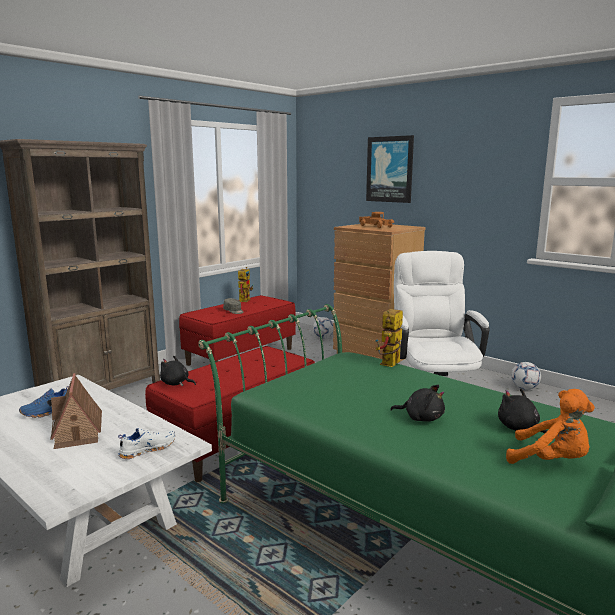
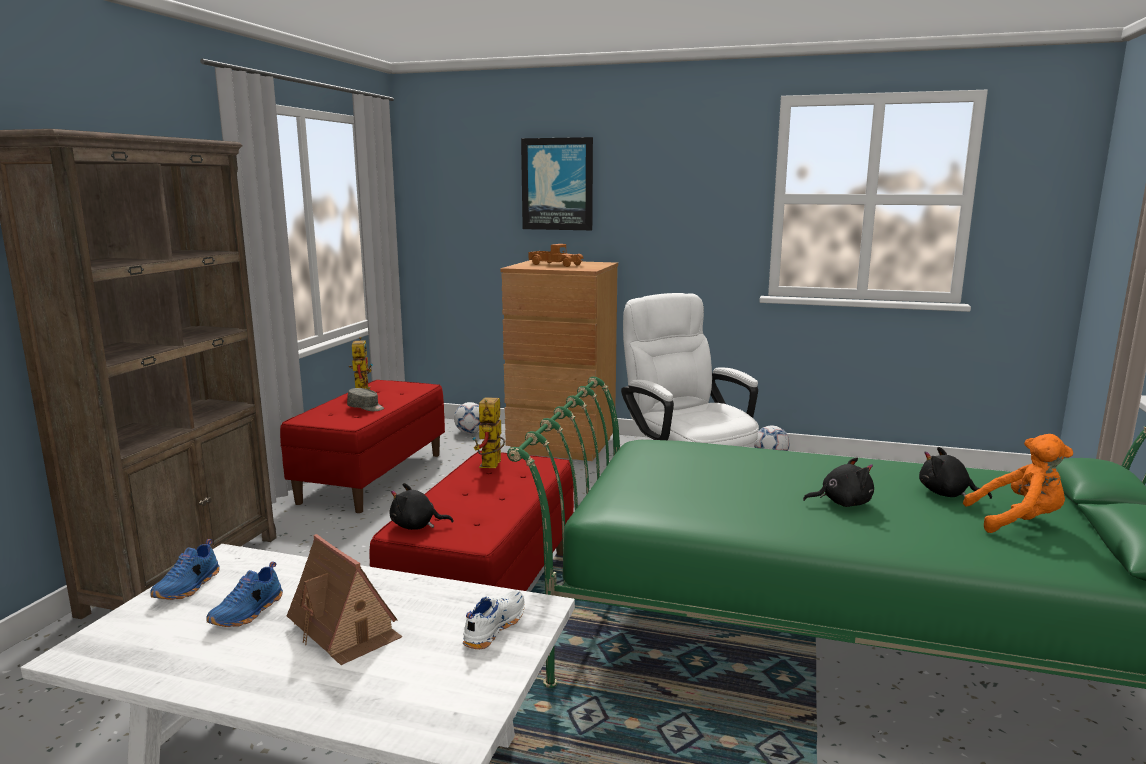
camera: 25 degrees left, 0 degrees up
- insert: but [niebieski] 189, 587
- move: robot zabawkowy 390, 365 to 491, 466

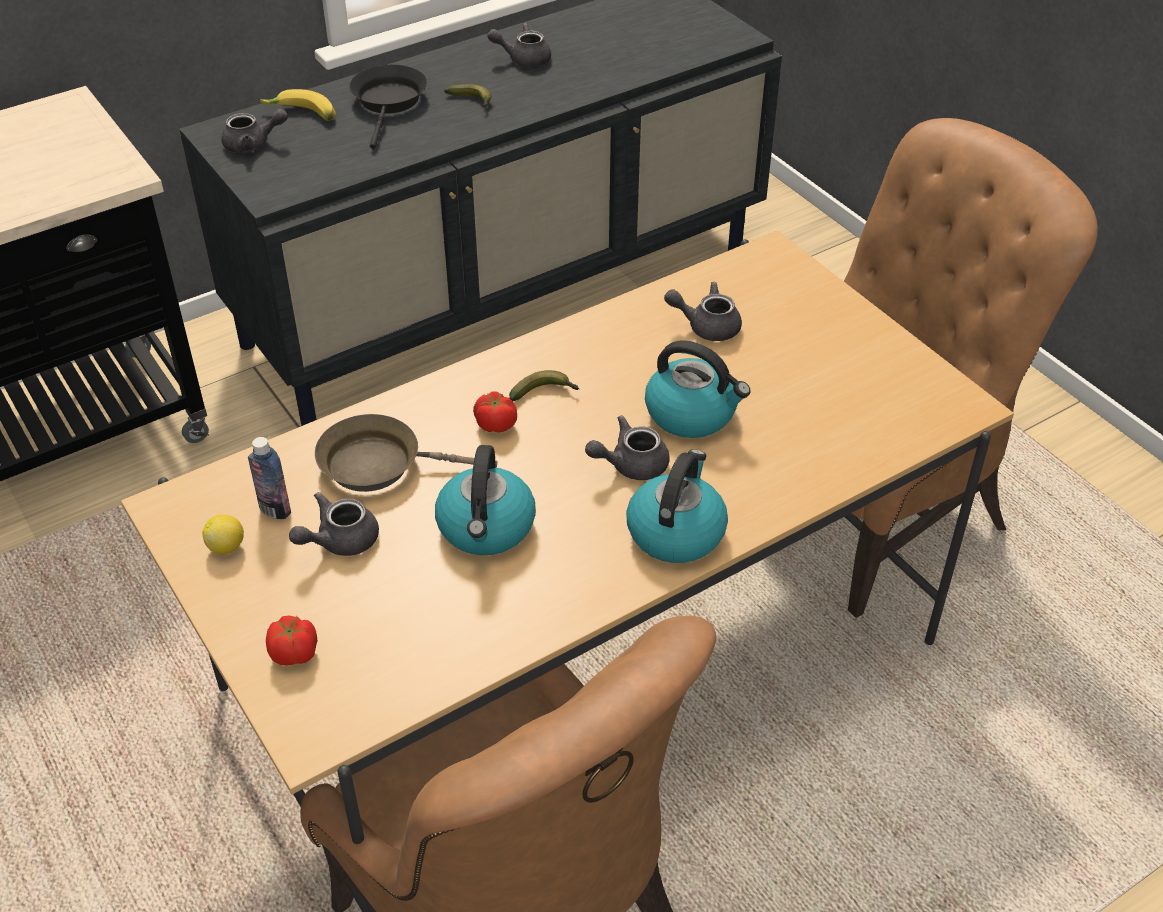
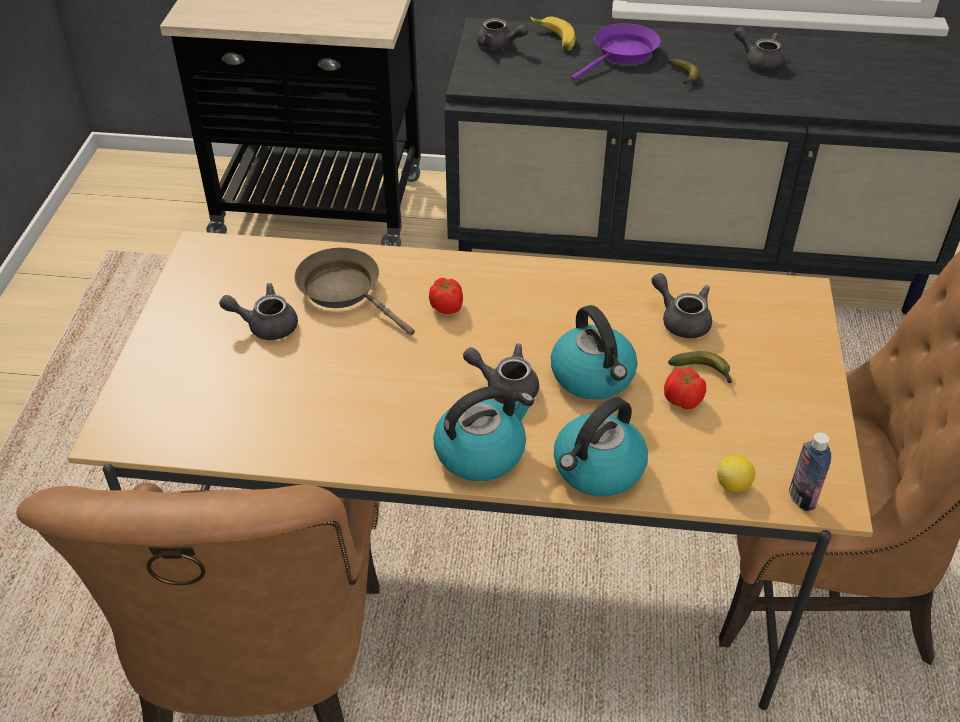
camera: 40 degrees right, 0 degrees up
- move: cytryna 227, 547 to 733, 485
- move: butelka 275, 510 to 802, 498
- move: pomidor 295, 654 to 683, 400
- move: czajnik 486, 528 to 597, 469
- move: banan 545, 392 to 704, 372
- recolor: patelnia [czarny] 389, 103 to patelnia [fioletowy] 622, 54

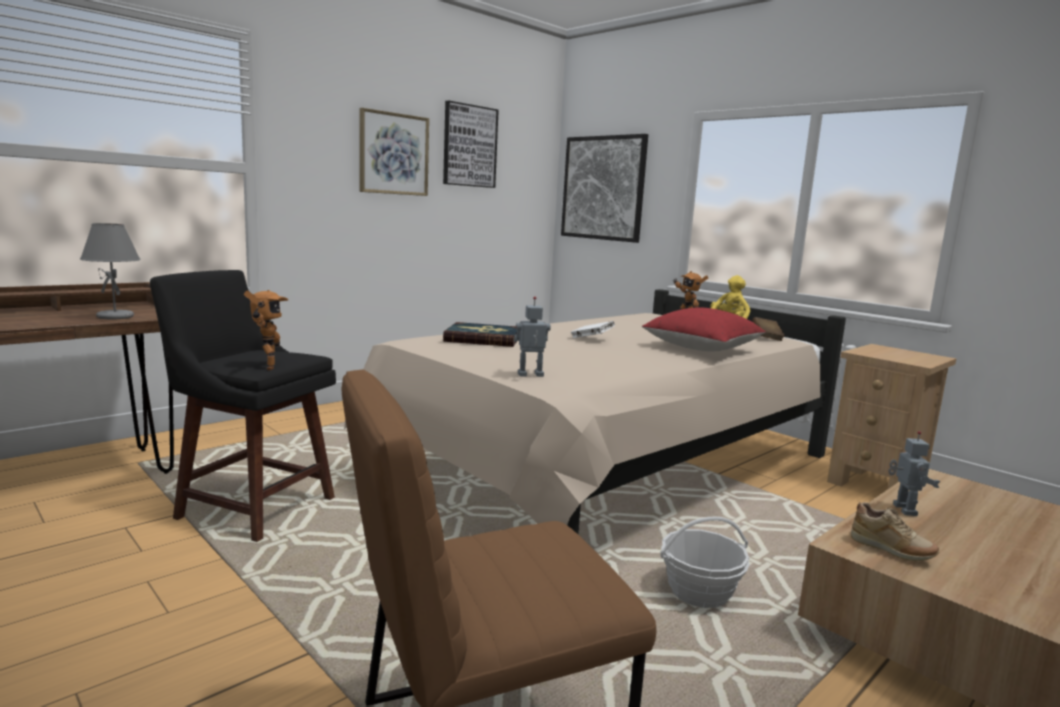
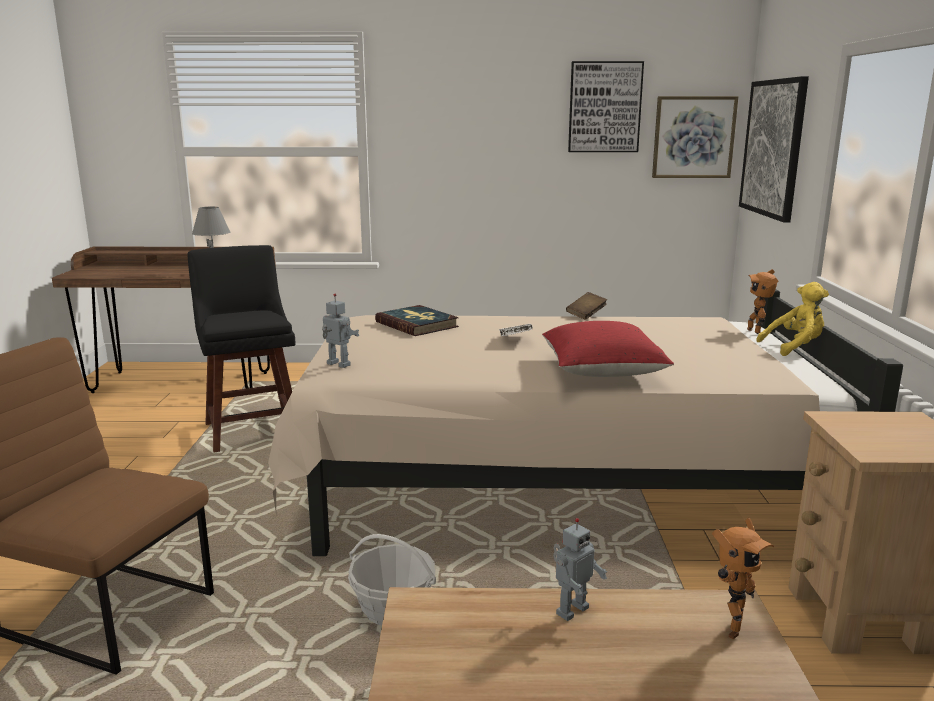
camera: 45 degrees right, 5 degrees up
- delete: but [beżowy] 891, 551
- move: robot zabawkowy 266, 367 to 729, 627
- move: obraz 394, 154 to 693, 137
- move: książka [brązowy] 767, 337 to 586, 315

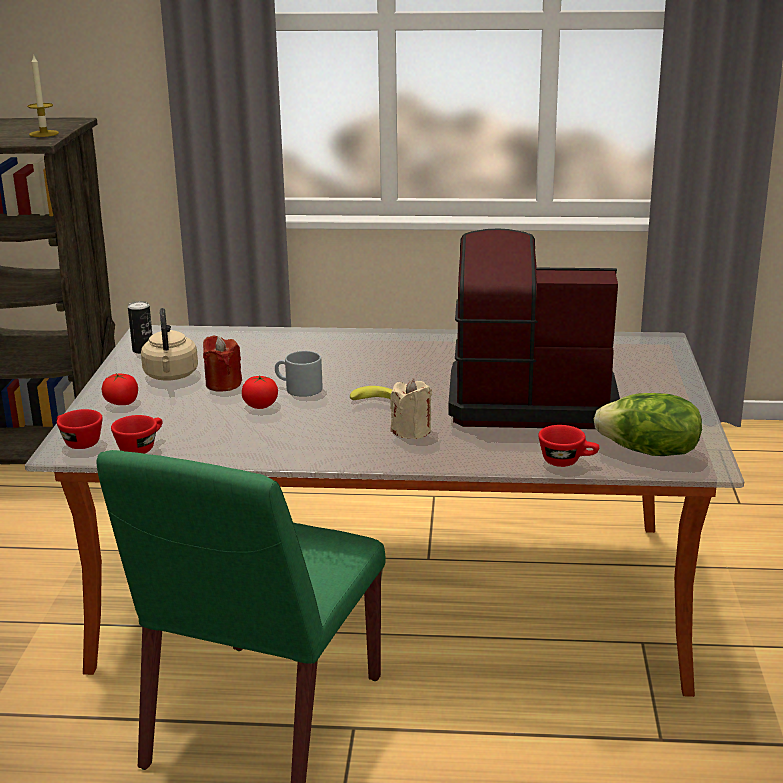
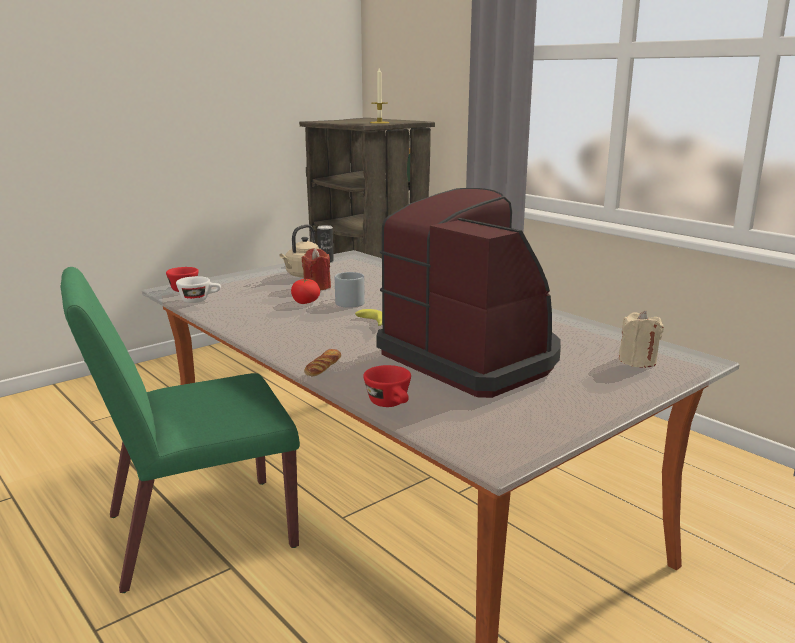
camera: 45 degrees right, 5 degrees down
- delete: pomidor 122, 403
- delete: sałata 649, 452
- insert: chleb 323, 367
- move: świeca [beżowy] 411, 431 to 637, 361
- recolor: filiżanka [czerwony] 141, 447 to filiżanka [biały] 200, 300

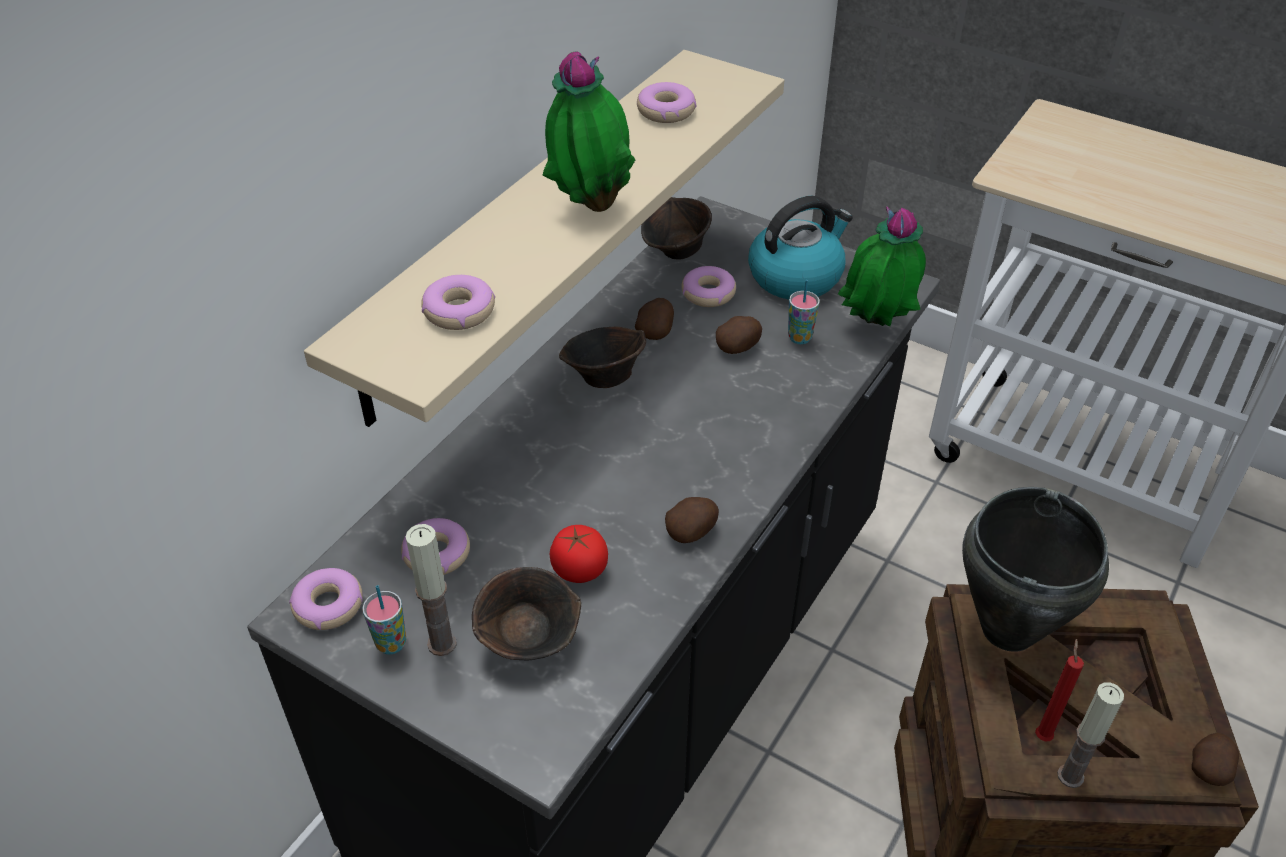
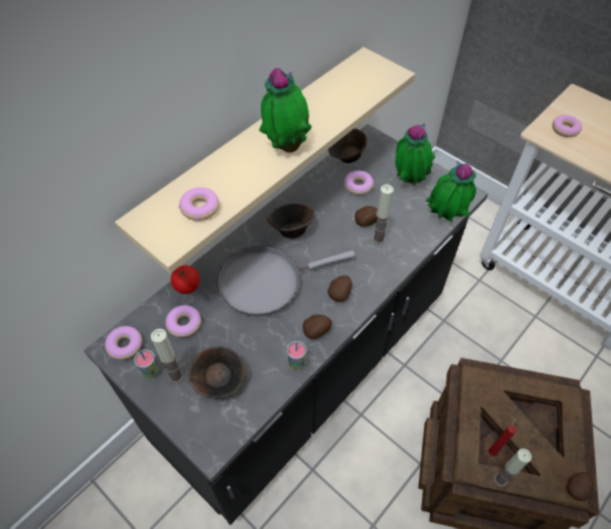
camera: 10 degrees right, 10 degrees up
- delete: garnek [czarny] 1007, 630
- insert: patelnia [szary] 266, 282
- insert: świeca 378, 239
- move: pomidor 579, 569 to 187, 286
- move: ziemniak 656, 332 to 340, 293
- move: donut 666, 111 to 565, 129
- move: filiżanka 799, 338 to 296, 364
- replace: czajnik 796, 276 to roślina doniczkowa 408, 181

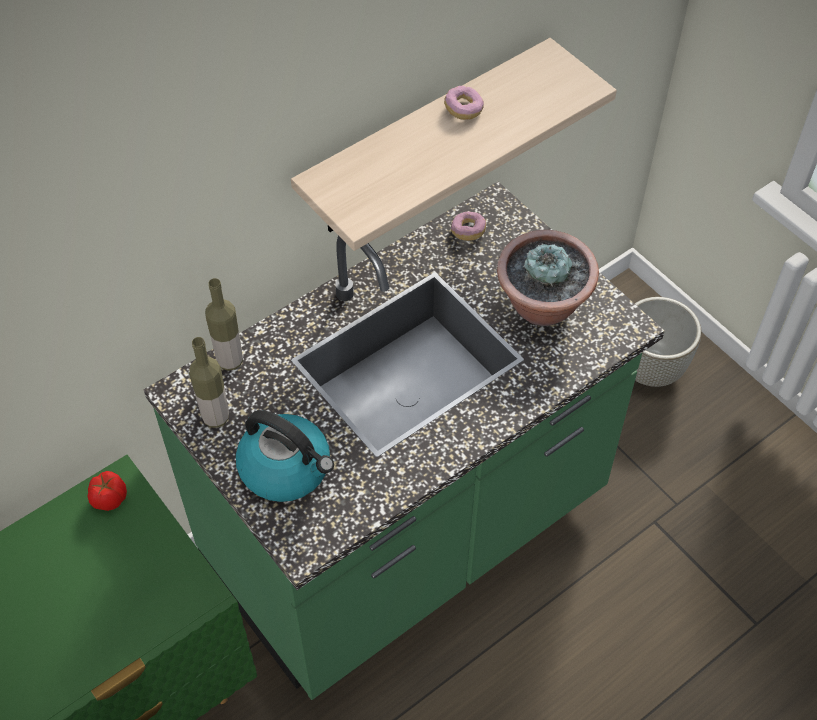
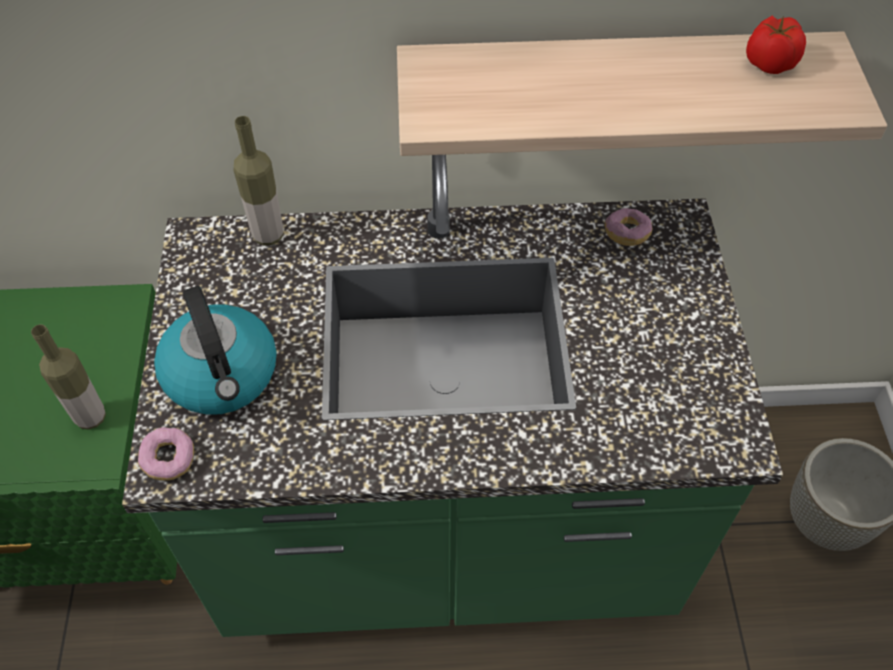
camera: 35 degrees right, 0 degrees up
- delete: roślina doniczkowa 542, 307
- move: pomidor 109, 499 to 768, 63
- move: butelka 216, 417 to 90, 417
- move: donut 463, 109 to 169, 460

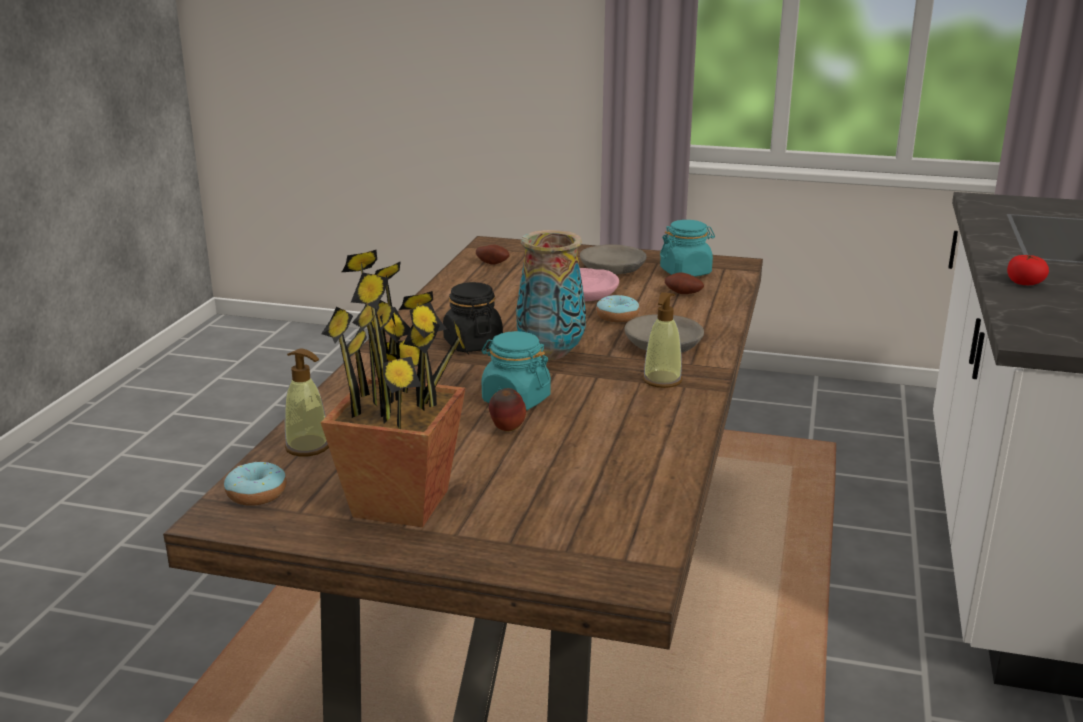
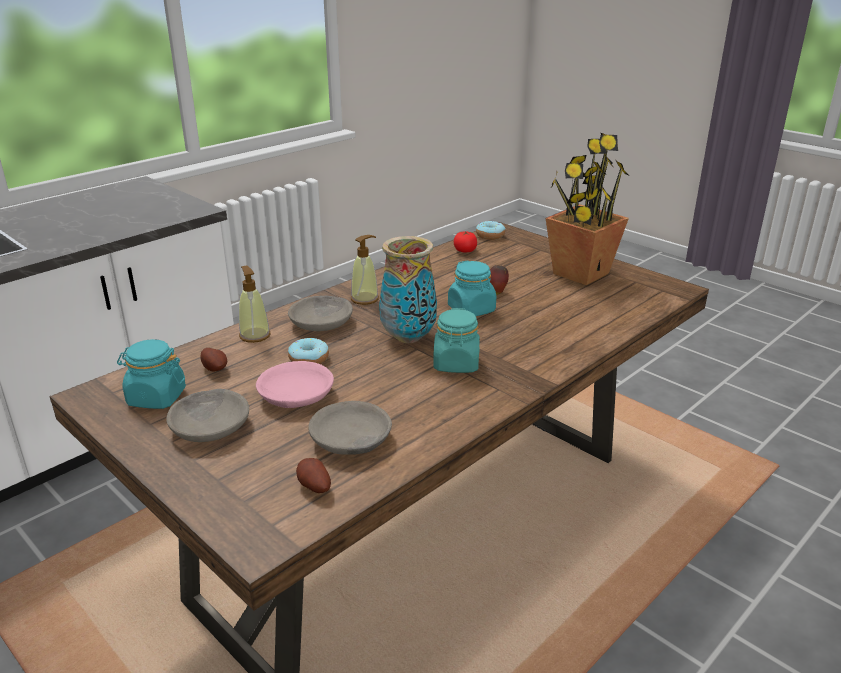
camera: 150 degrees left, 5 degrees up
- insert: miska [szary] 351, 440
- move: donut 256, 494 to 490, 235
- move: dozownik mydła 308, 447 to 254, 335
- move: pomidor 1024, 282 to 465, 250
- recolor: słoik [czarny] 472, 344 to słoik [turkusowy] 456, 364

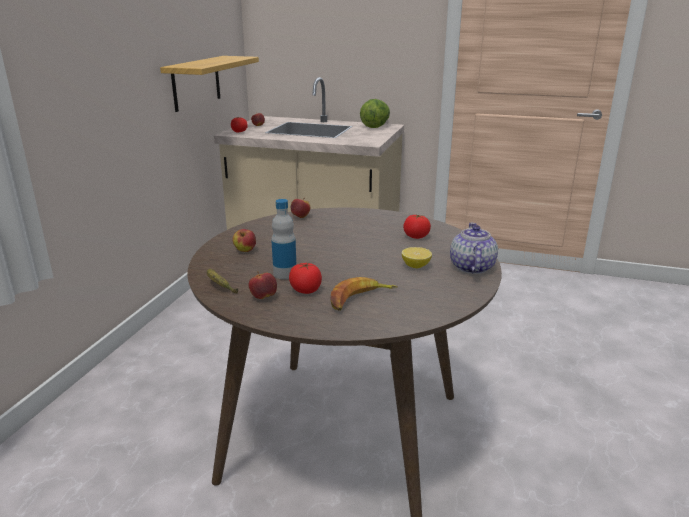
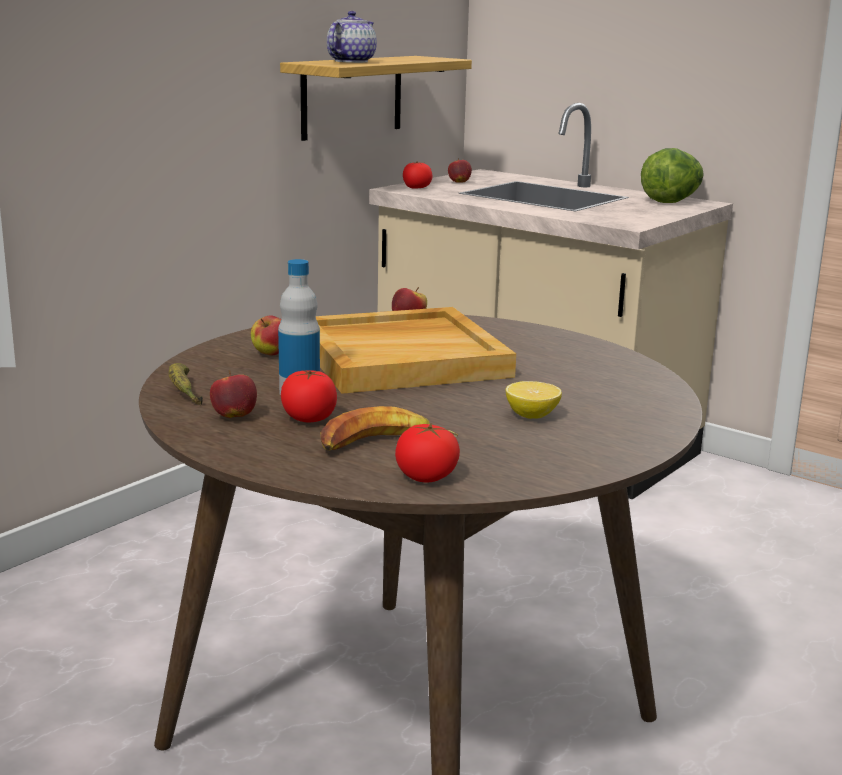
camera: 20 degrees right, 5 degrees down
- insert: taca [beżowy] 402, 357
- move: pomidor 416, 236 to 426, 477
- move: imbryk 471, 267 to 350, 61

